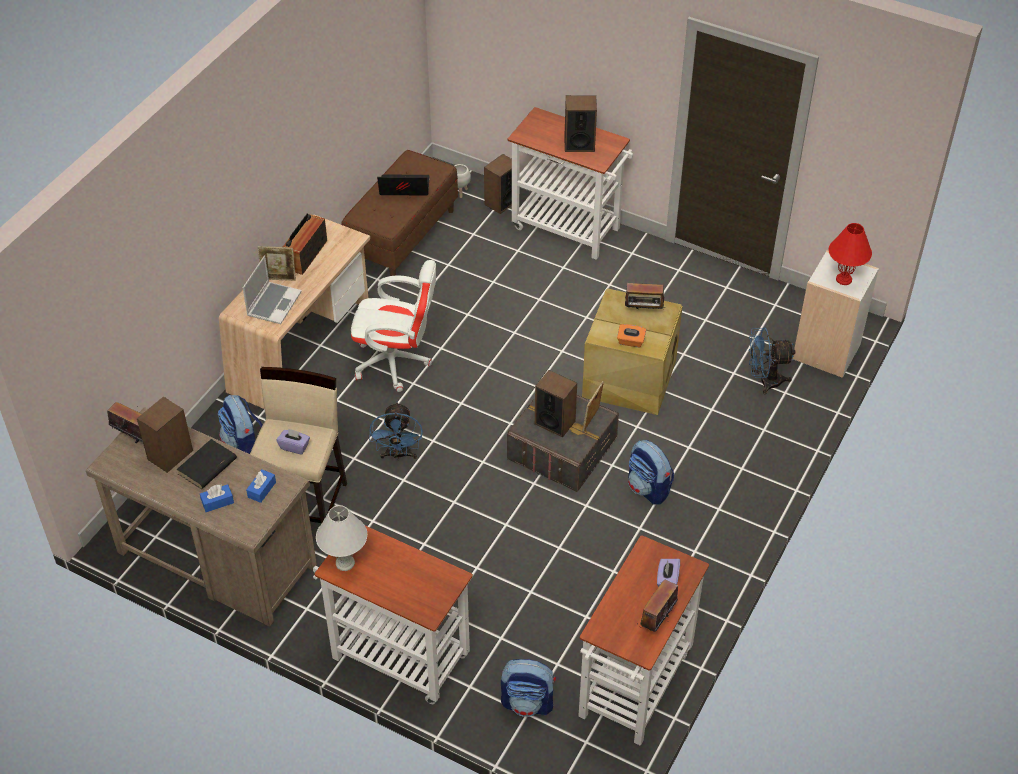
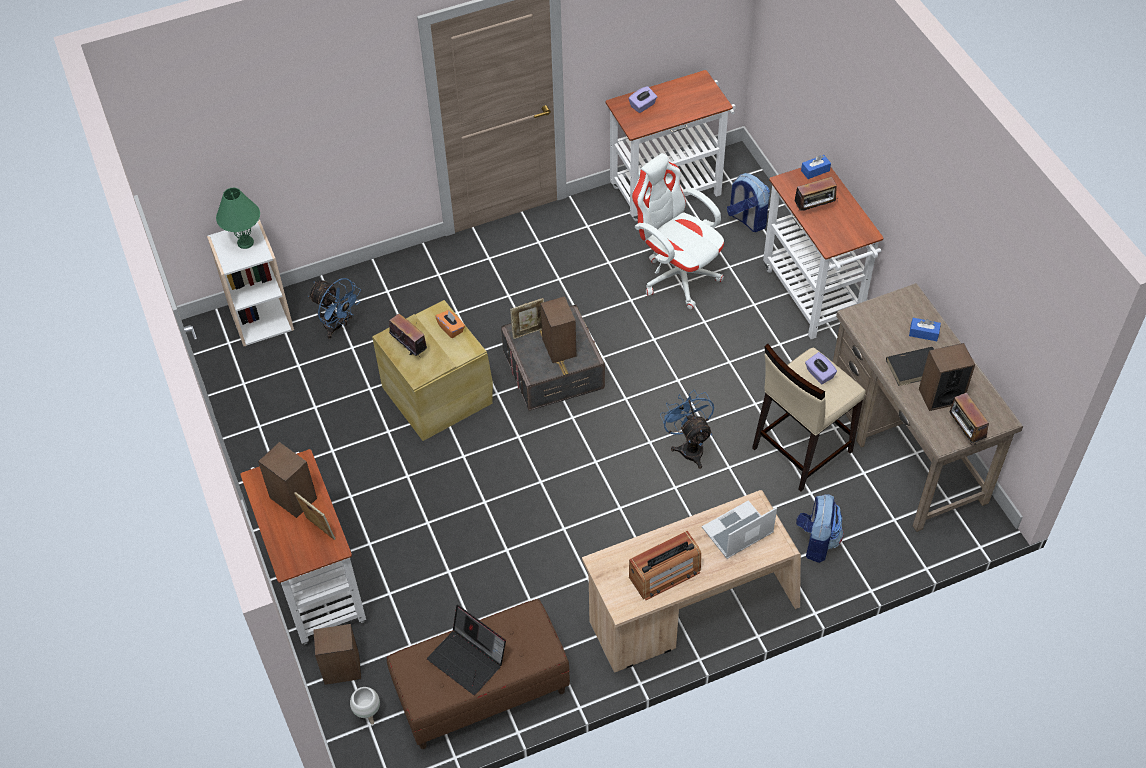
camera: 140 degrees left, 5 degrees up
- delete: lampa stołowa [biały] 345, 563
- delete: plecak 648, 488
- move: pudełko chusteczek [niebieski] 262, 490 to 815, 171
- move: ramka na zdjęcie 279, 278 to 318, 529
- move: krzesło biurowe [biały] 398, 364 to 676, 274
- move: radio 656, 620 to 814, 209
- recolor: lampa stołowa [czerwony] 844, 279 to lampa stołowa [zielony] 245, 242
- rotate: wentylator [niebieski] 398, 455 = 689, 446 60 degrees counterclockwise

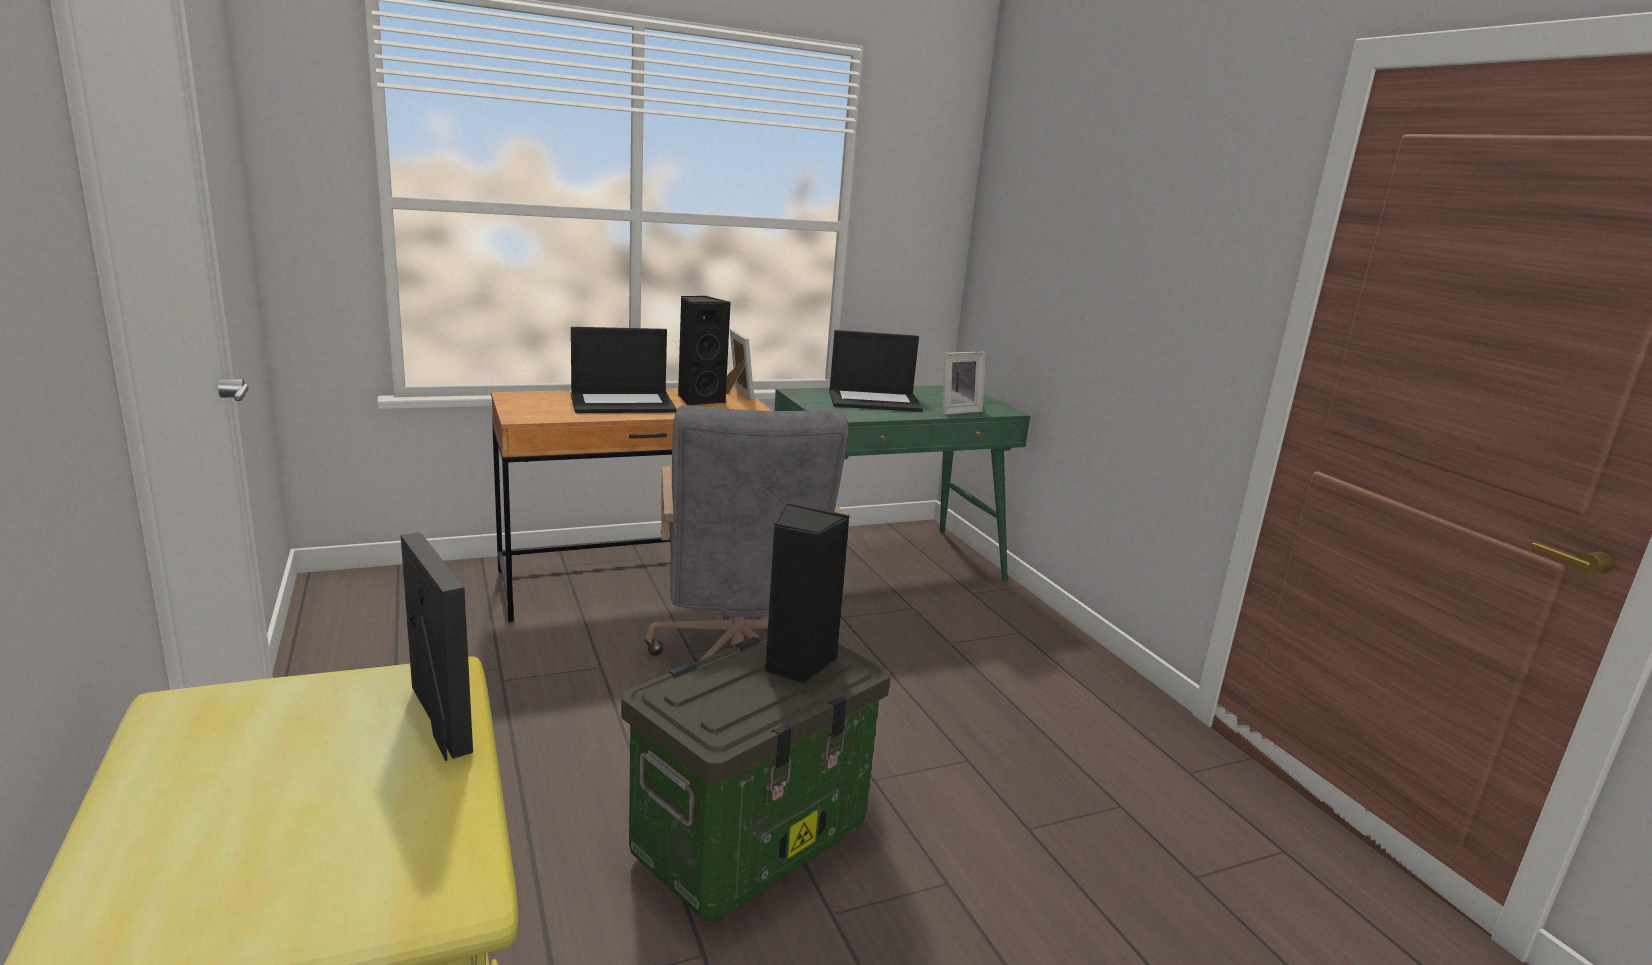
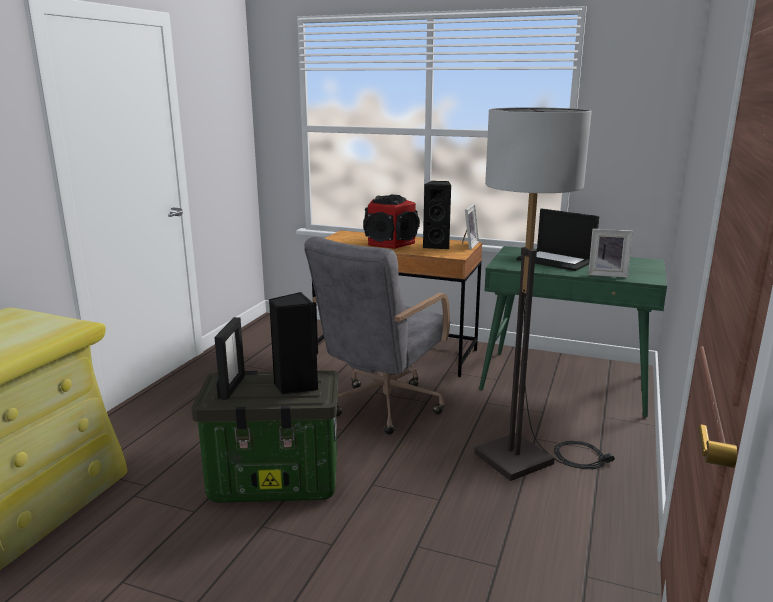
camera: 45 degrees right, 0 degrees up
- insert: lampa stojąca 533, 459
- move: ramka na zdjęcie 437, 719 to 231, 387
- replace: laptop 623, 403 to głośnik 391, 242

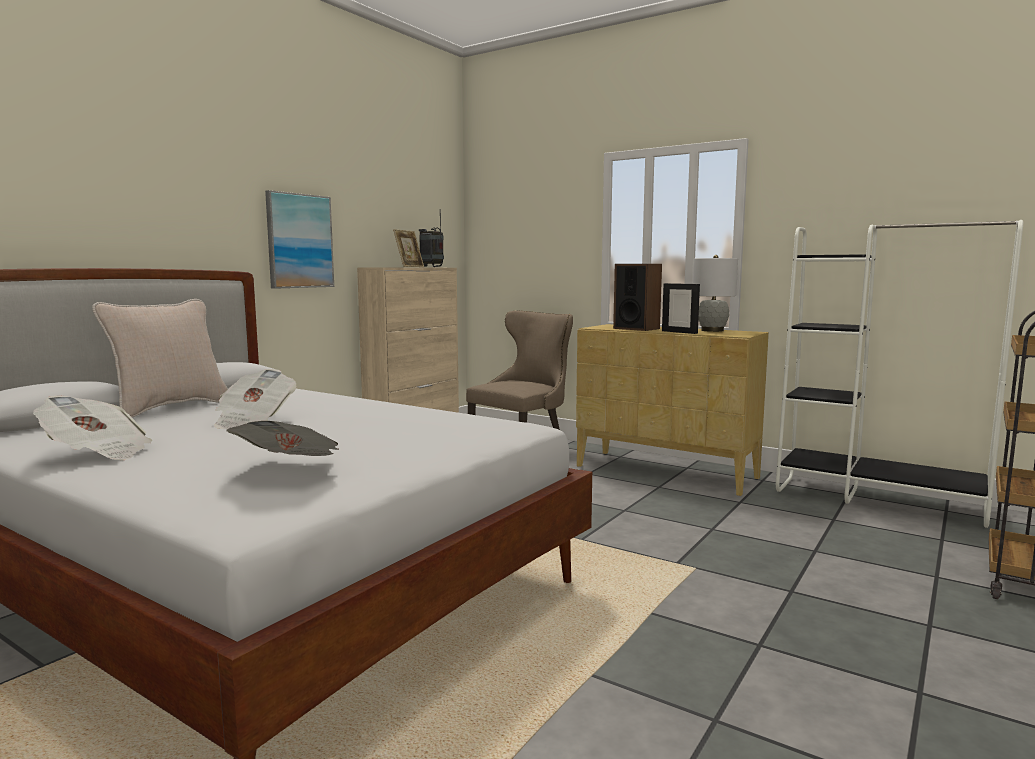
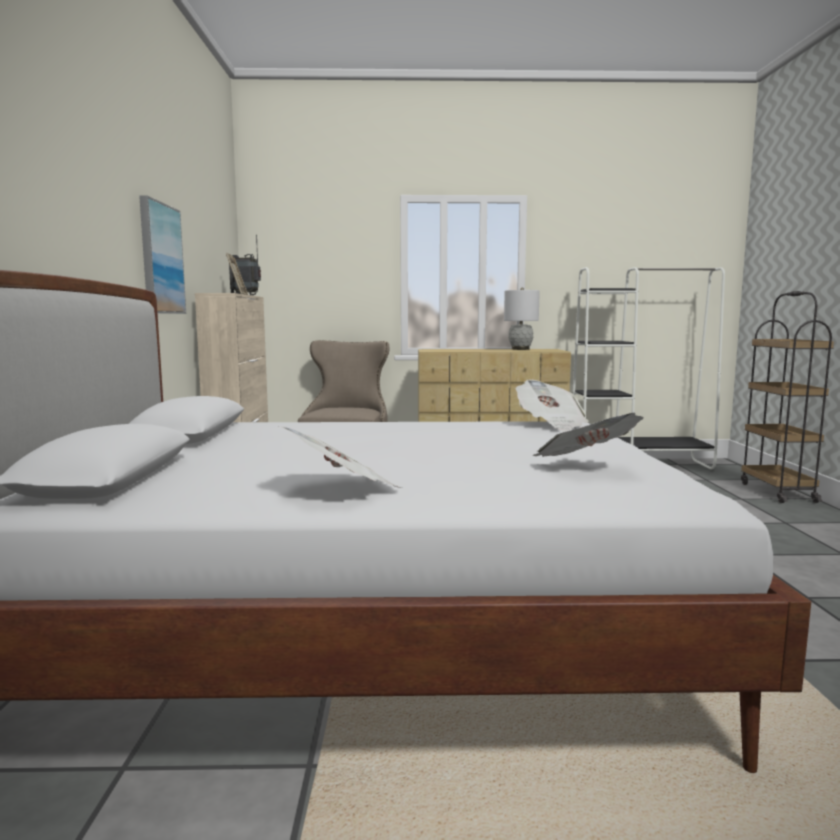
camera: 35 degrees left, 0 degrees up
- delete: poduszka [beżowy] 170, 407
- delete: głośnik 636, 328
- delete: ramka na zdjęcie 680, 332
- move: gazeta 253, 420 to 551, 424

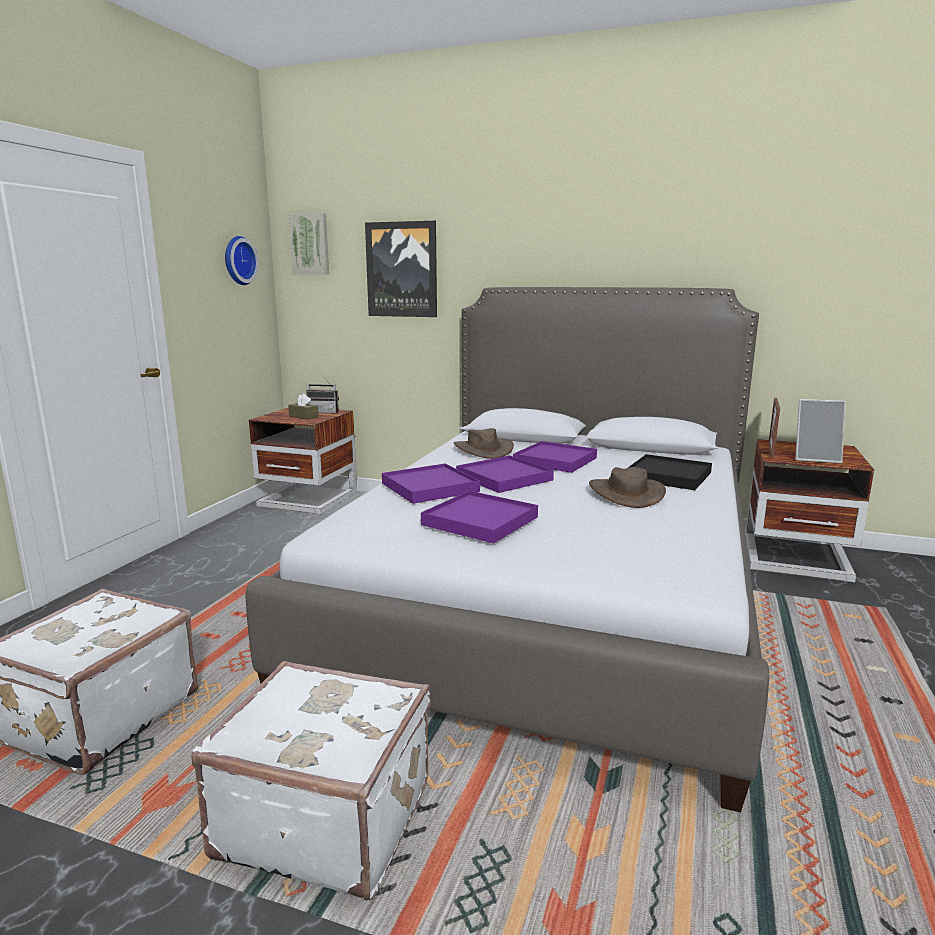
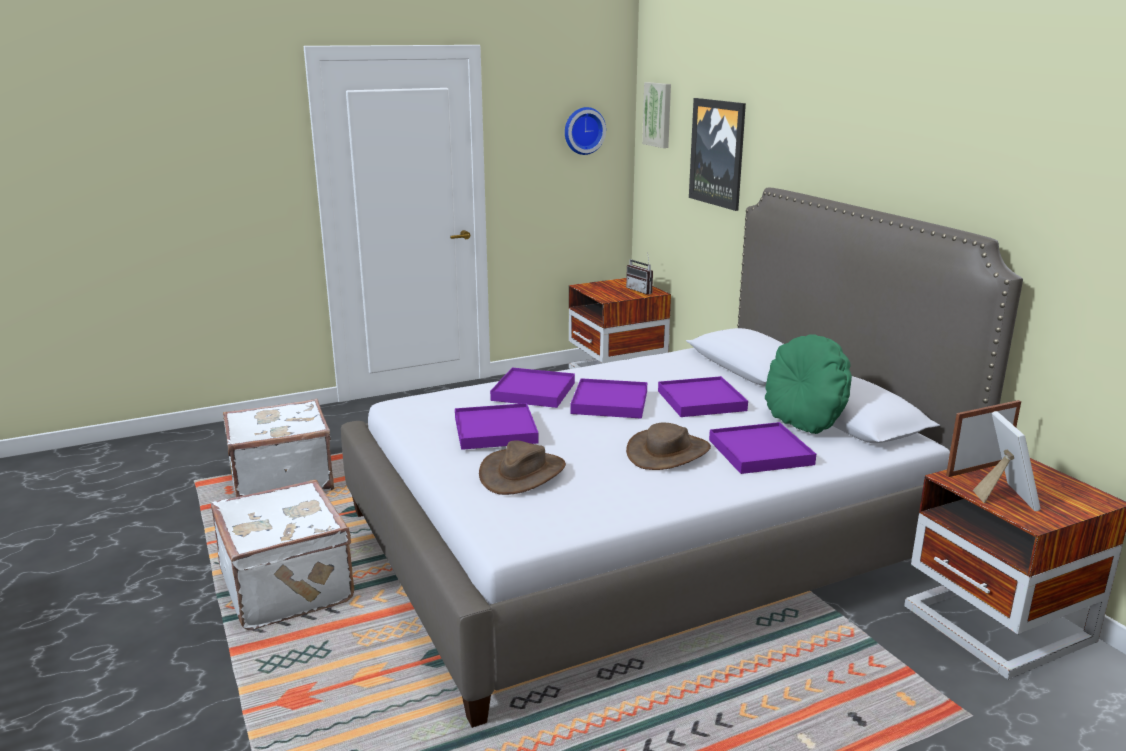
camera: 45 degrees right, 5 degrees up
- delete: pudełko chusteczek [brązowy] 303, 417
- insert: poduszka [zielony] 803, 424
- move: kapelusz [brązowy] 483, 450 to 522, 473
- recolor: taca [czarny] 668, 476 to taca [fioletowy] 760, 452
- rotate: ramka na zdjęcie 815, 458 = 1003, 497 150 degrees counterclockwise

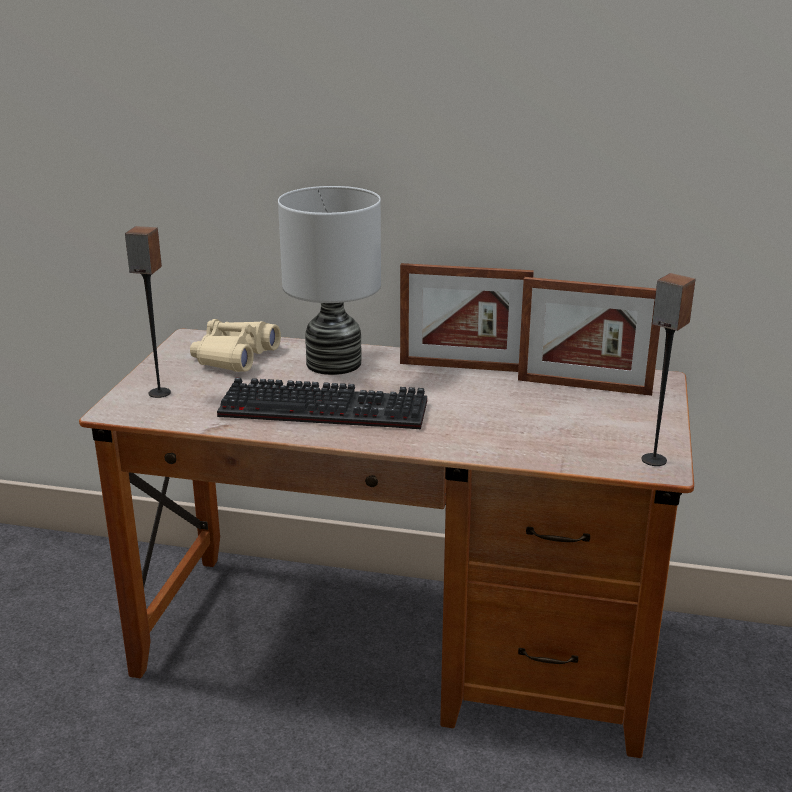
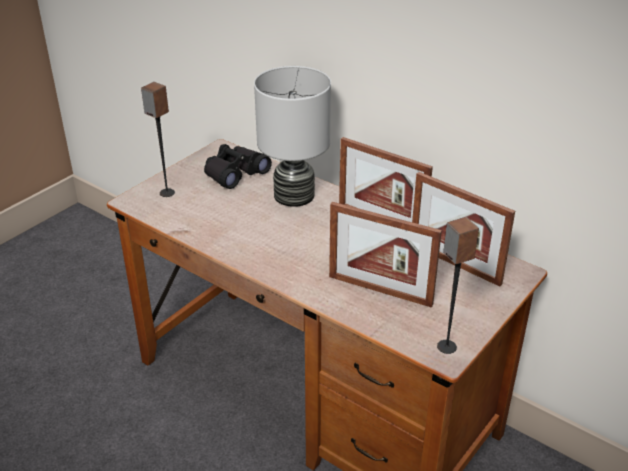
camera: 25 degrees right, 10 degrees up
- delete: klawiatura 328, 408
- insert: ramka na zdjęcie 380, 290
- recolor: lornetka [beżowy] 234, 357 to lornetka [czarny] 235, 173

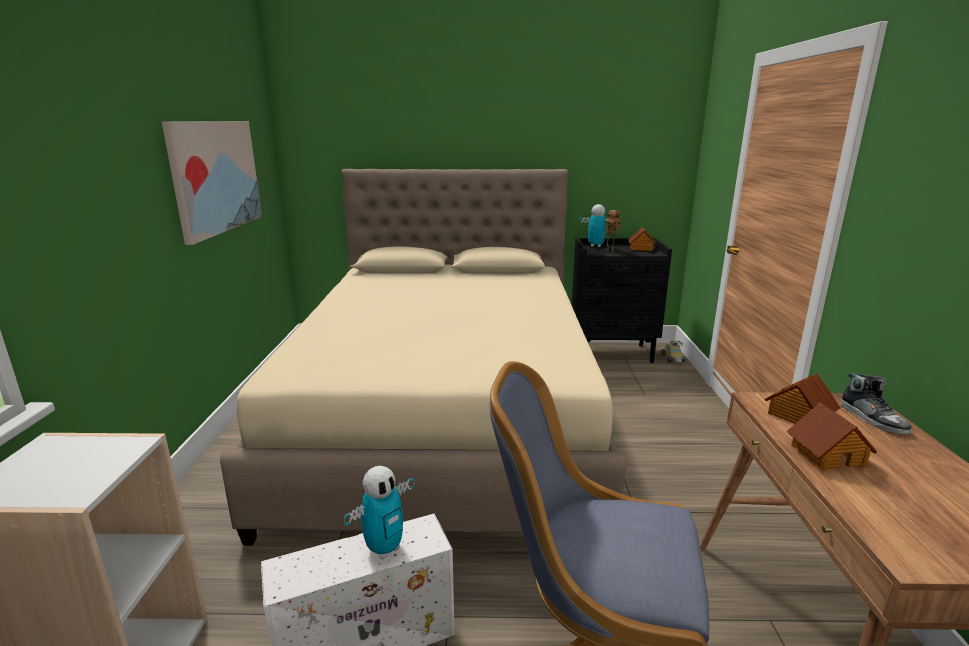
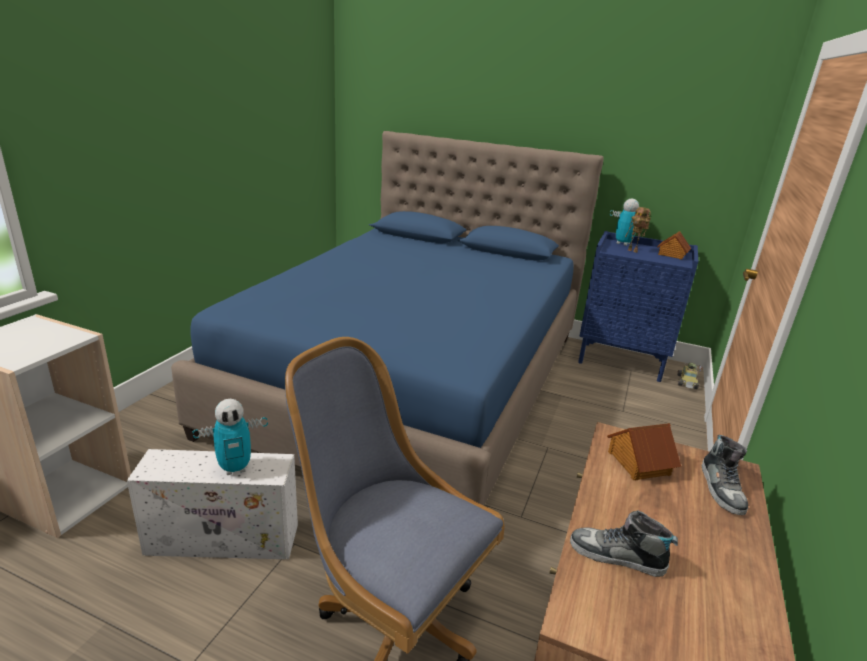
camera: 20 degrees right, 5 degrees up
- delete: obraz 215, 176
- delete: domek 826, 454
- insert: but 617, 556
- recolor: łóżko [beżowy] 447, 414 to łóżko [niebieski] 414, 380
- recolor: szafka [czarny] 612, 353 to szafka [niebieski] 621, 361

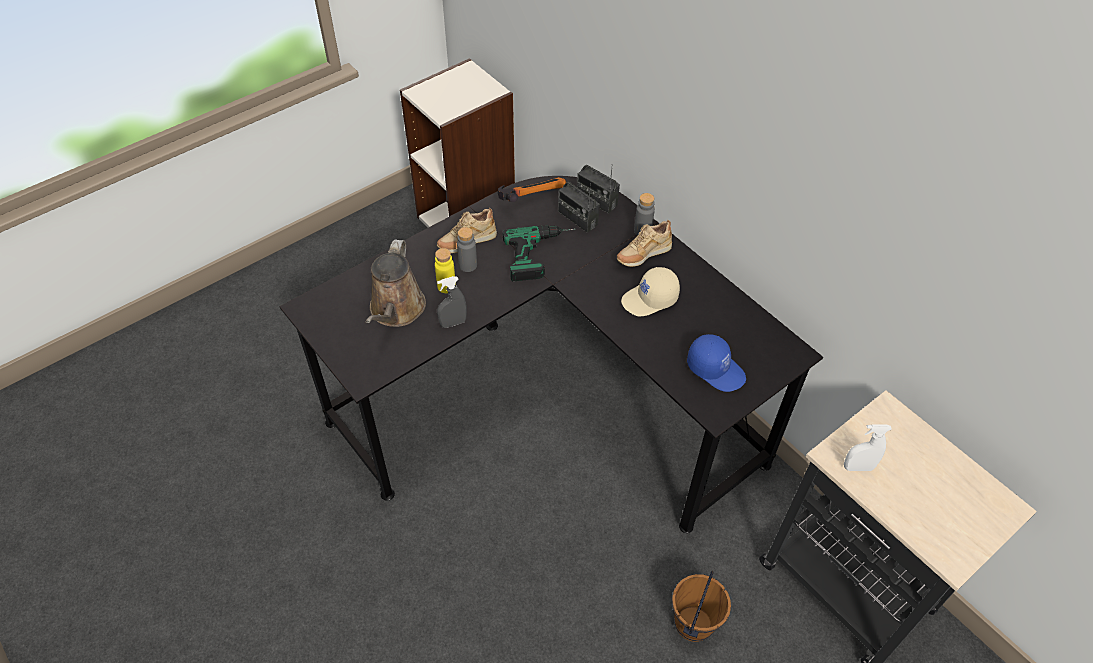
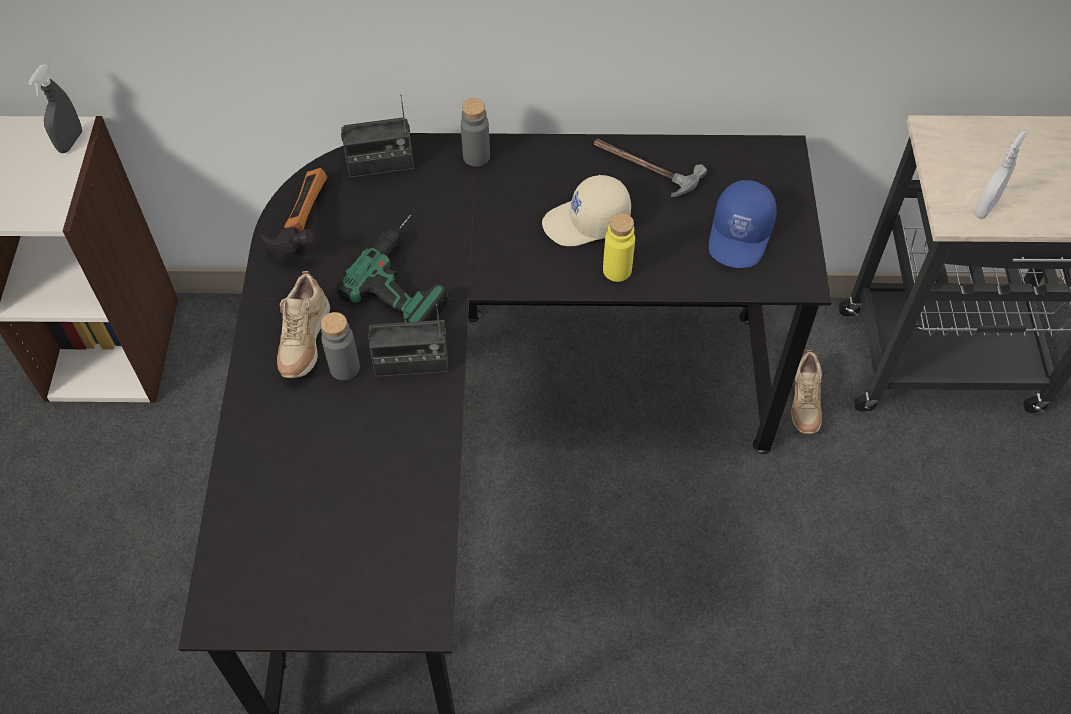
camera: 50 degrees left, 5 degrees up
- delete: konewka [brązowy] 396, 310
- delete: wiadro [brązowy] 694, 624
- insert: młotek 643, 167
- move: butelka [żółty] 446, 286 to 617, 270
- move: spryskiwacz [szary] 453, 323 to 70, 142
- move: radio 577, 218 to 411, 363
- move: but [beżowy] 642, 256 to 803, 405
- rotate: czapka z daszkiem [beżowy] 650, 299 = 587, 223 60 degrees clockwise
- rotate: czapka z daszkiem [niebieski] 716, 369 = 741, 235 120 degrees clockwise

